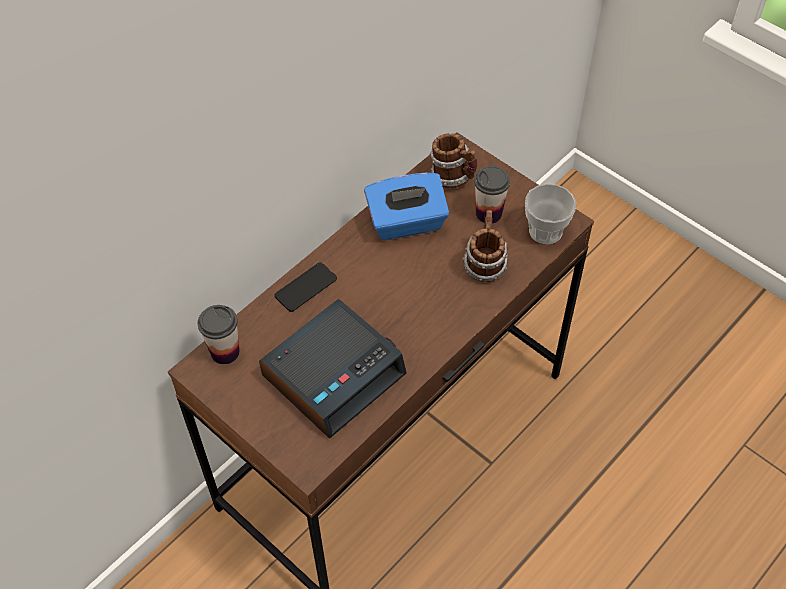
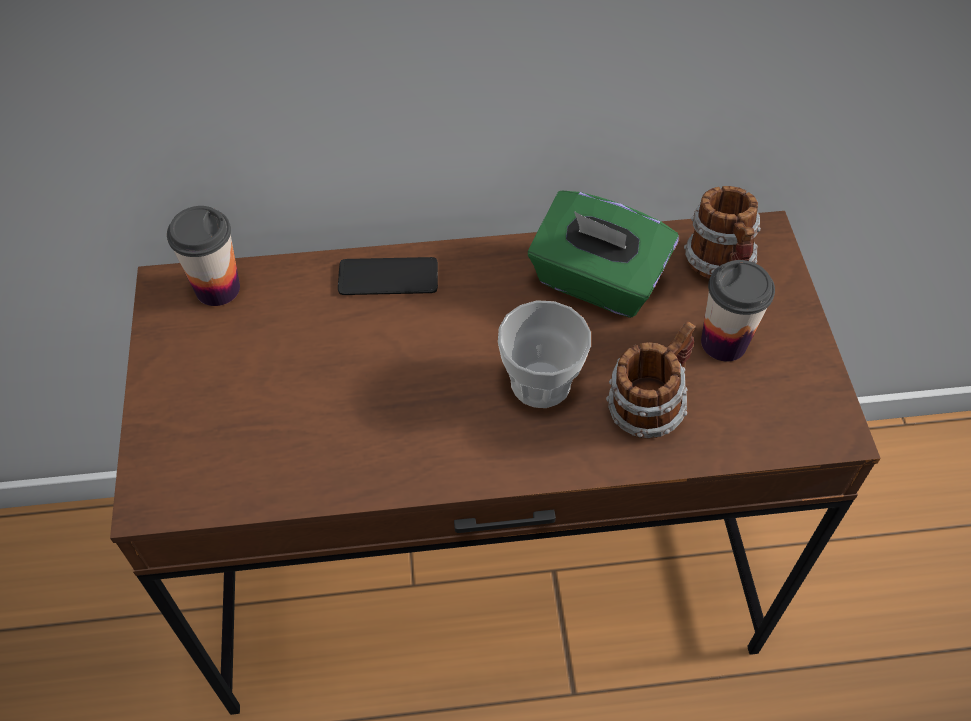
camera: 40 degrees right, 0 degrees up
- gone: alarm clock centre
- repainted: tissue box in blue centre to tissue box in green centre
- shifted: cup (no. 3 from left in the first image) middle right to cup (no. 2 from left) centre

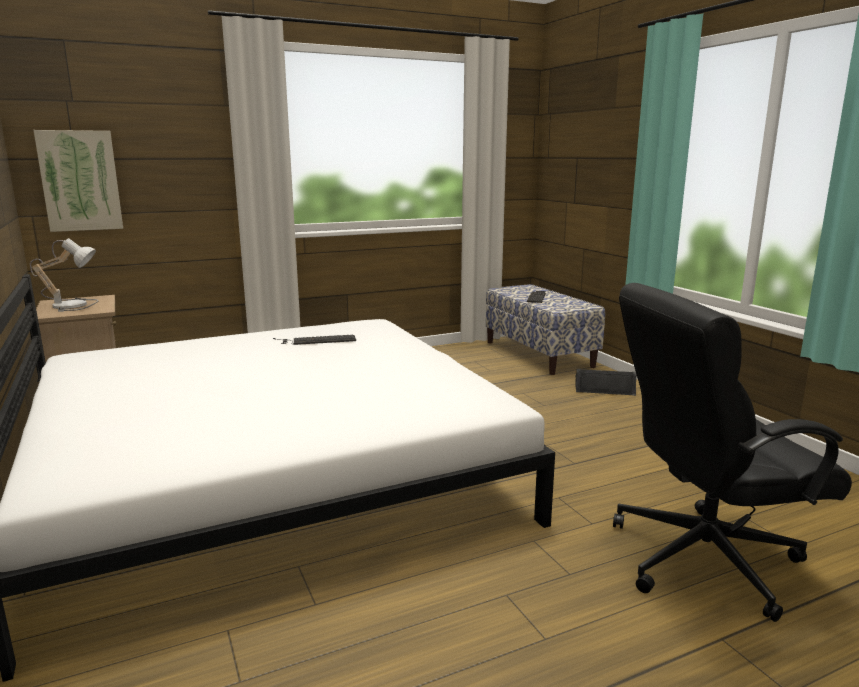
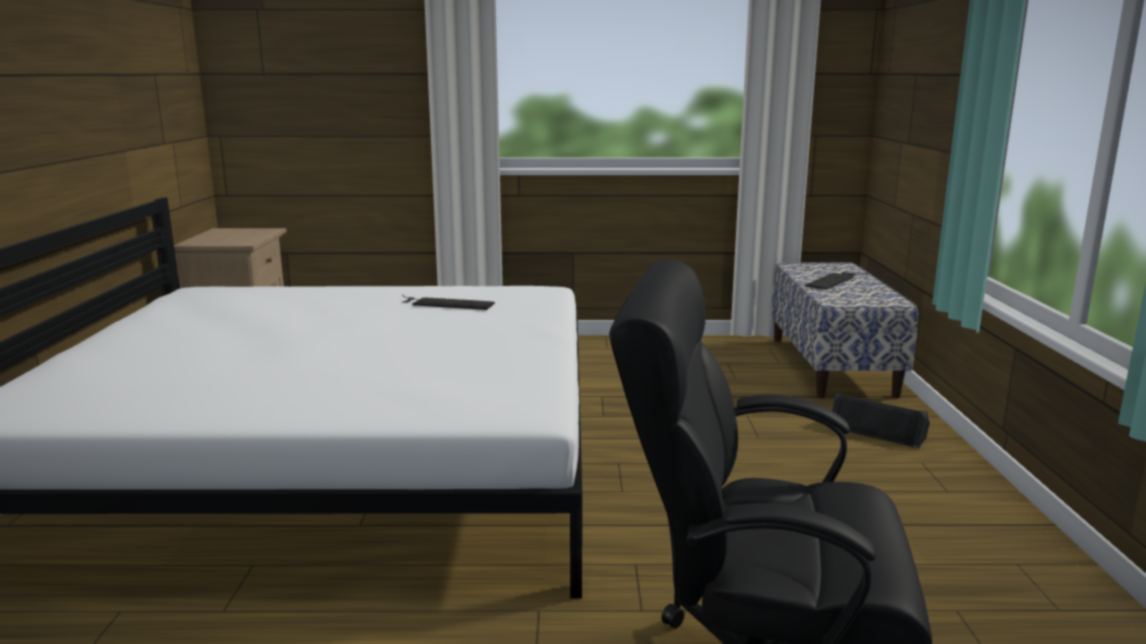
camera: 25 degrees right, 0 degrees up
- gone: table lamp middle left
- gone: picture top left

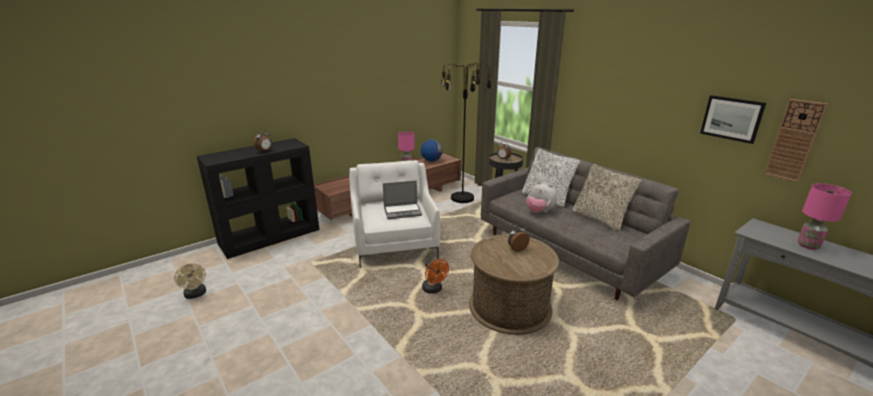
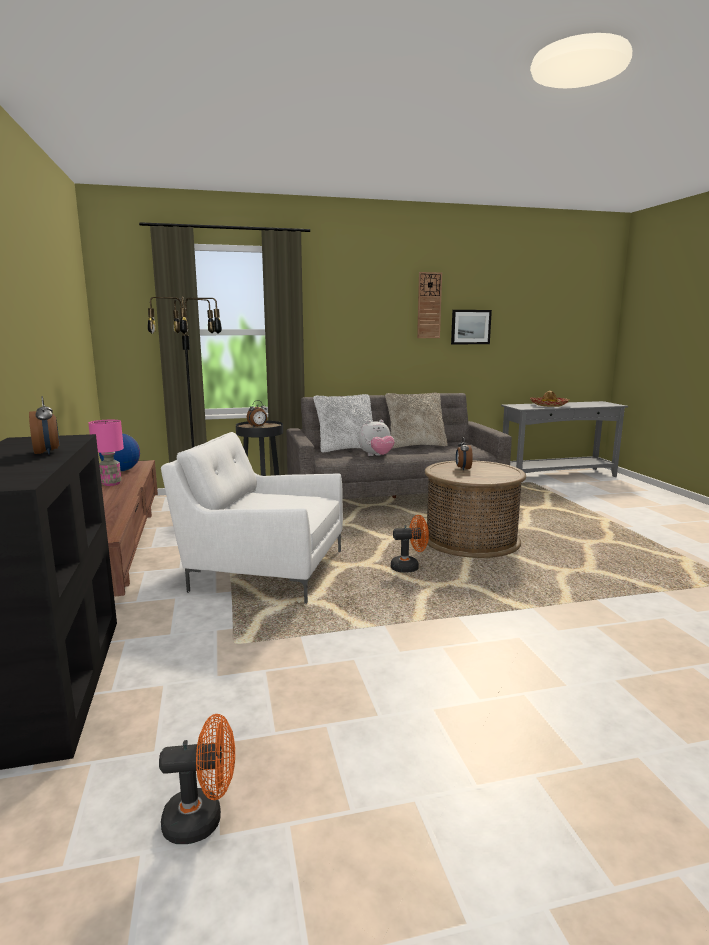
camera: 65 degrees left, 10 degrees down
- repainted: fan in beige bottom left to fan in orange (no. 1 from left) bottom left
- gone: laptop centre
- shifted: wall clock middle right to top centre
- swapped: table lamp in pink (no. 2 from left) middle right to hat middle right

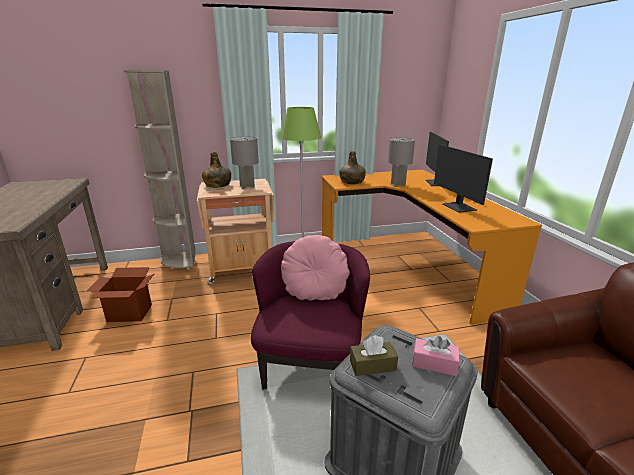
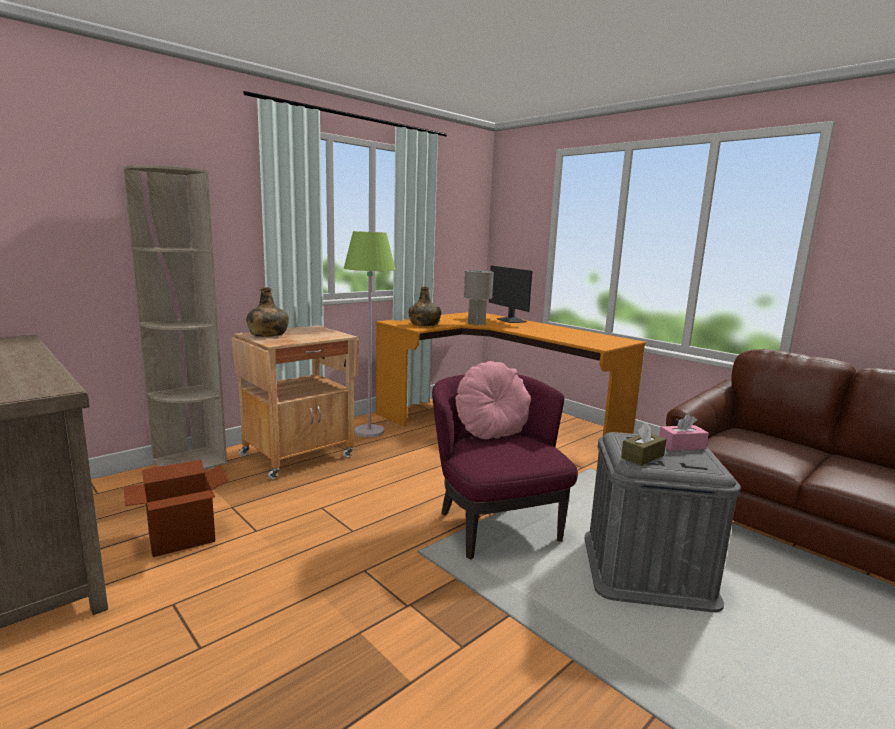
camera: 30 degrees left, 10 degrees down
- gone: table lamp in grey (no. 1 from left) centre
- gone: monitor (no. 2 from left) middle right

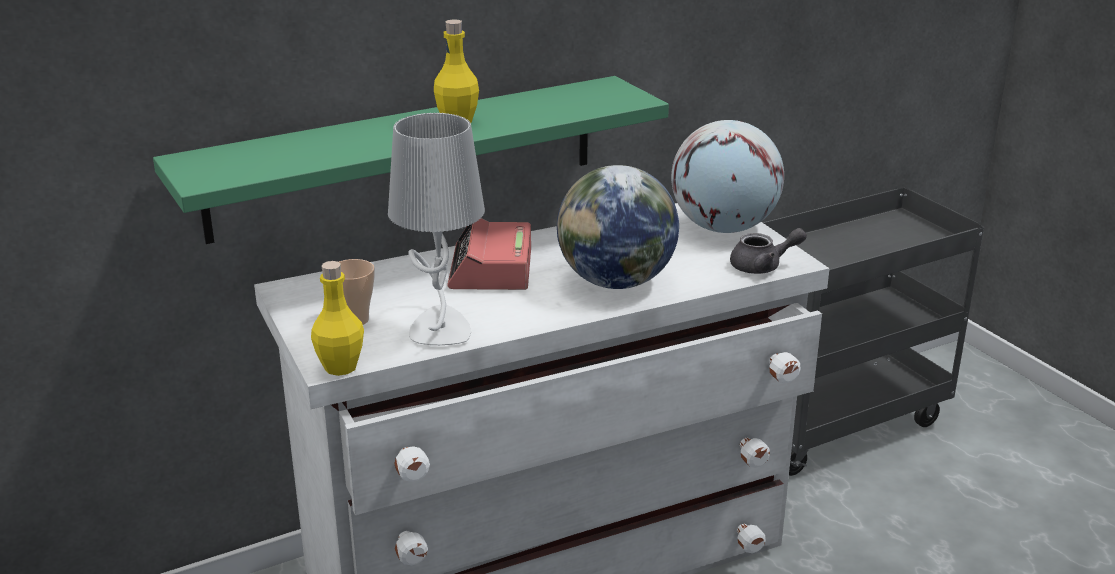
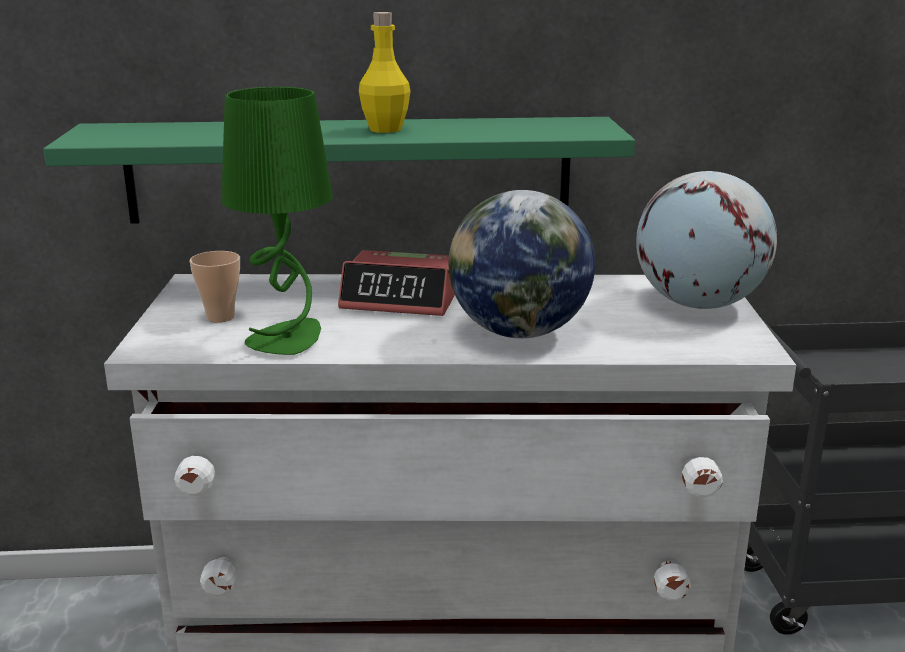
camera: 25 degrees right, 5 degrees down
- gone: bottle in yellow (no. 1 from left) middle left
- repainted: table lamp in grey centre to table lamp in green middle left
- rotated: alarm clock centre = centre 105 degrees counterclockwise
- gone: teapot in grey middle right

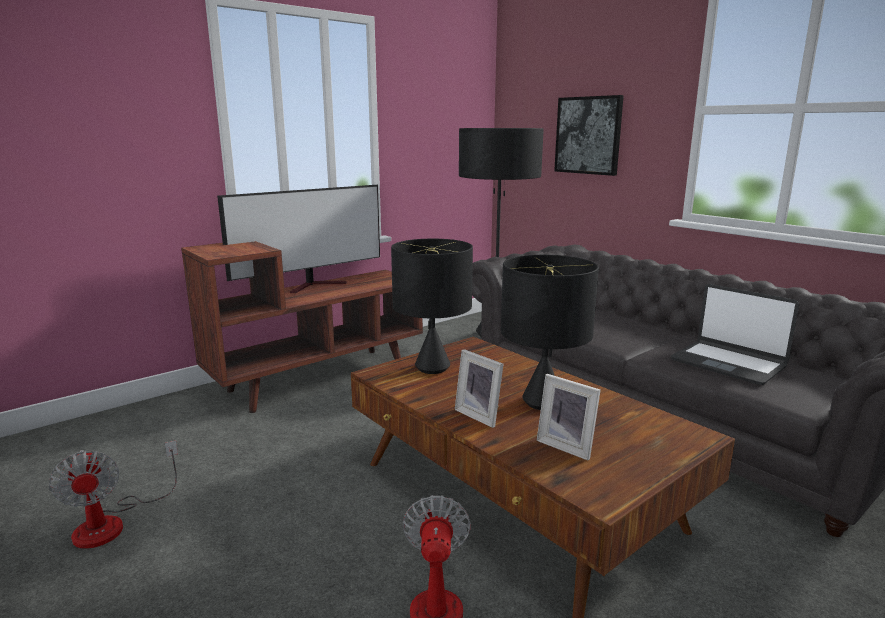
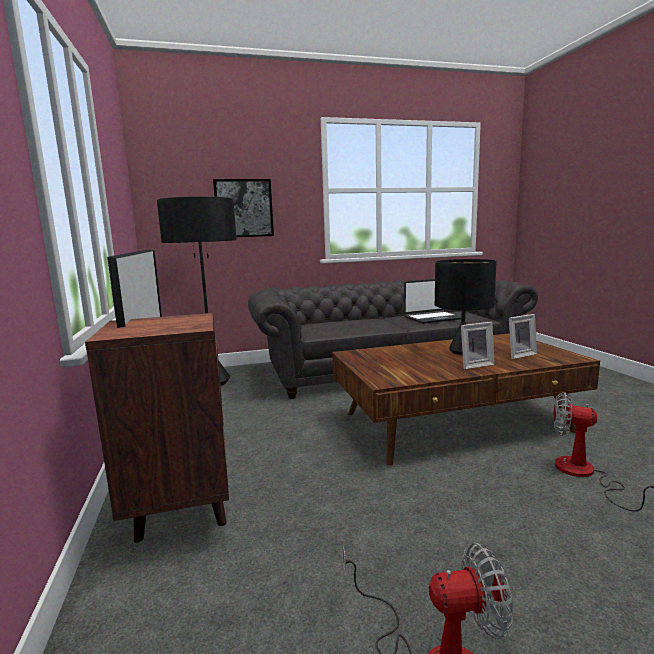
camera: 65 degrees left, 5 degrees down
- gone: table lamp in black (no. 1 from left) centre

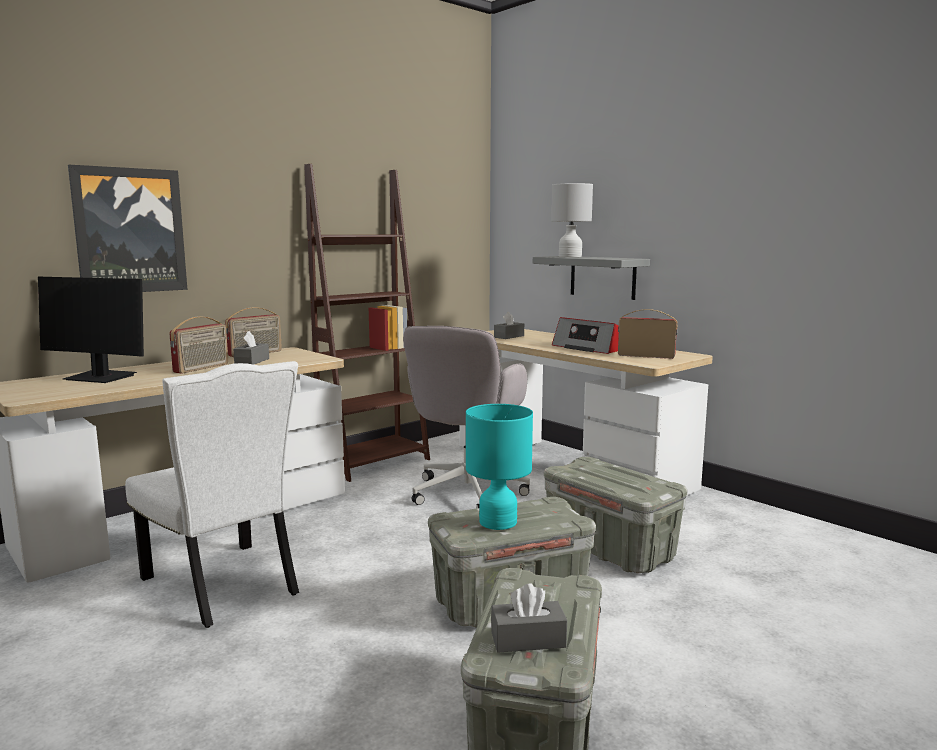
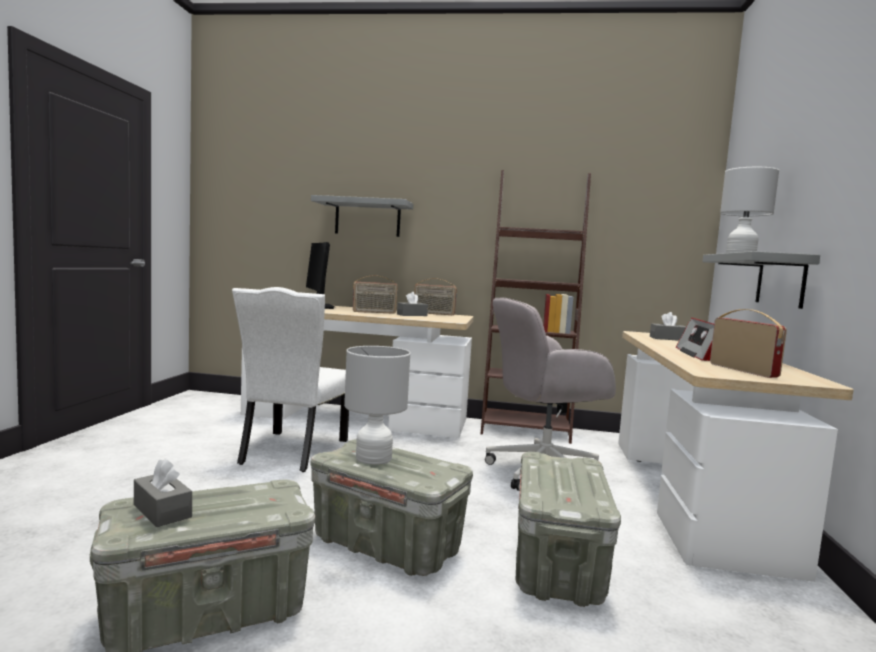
camera: 50 degrees right, 5 degrees down
- swapped: picture top left to shelf in grey (no. 1 from left) top centre
- repainted: table lamp in turquoise centre to table lamp in grey (no. 1 from left) centre

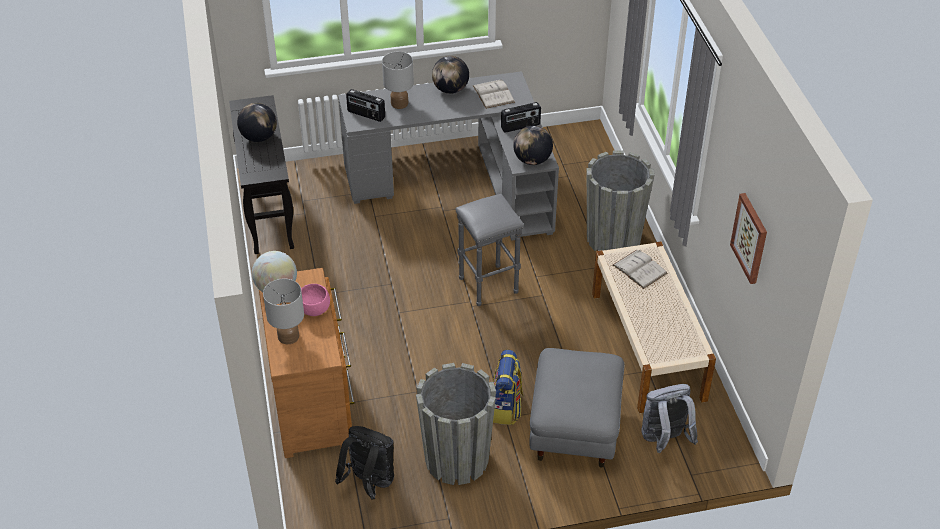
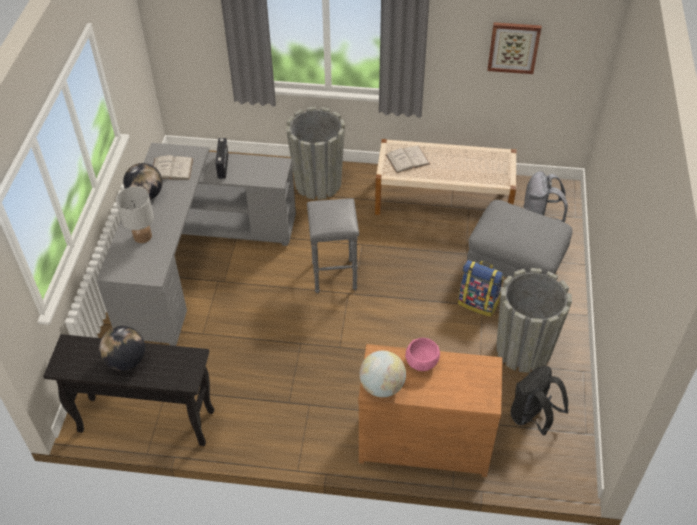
camera: 70 degrees left, 5 degrees up
- gone: table lamp in grey (no. 1 from left) middle left
- gone: radio (no. 1 from left) top centre
- gone: globe (no. 4 from left) top centre

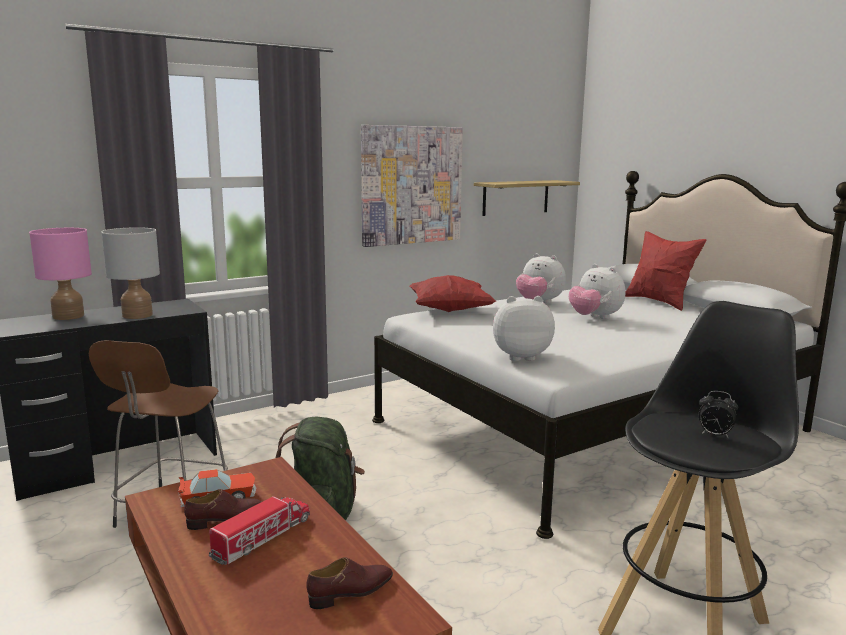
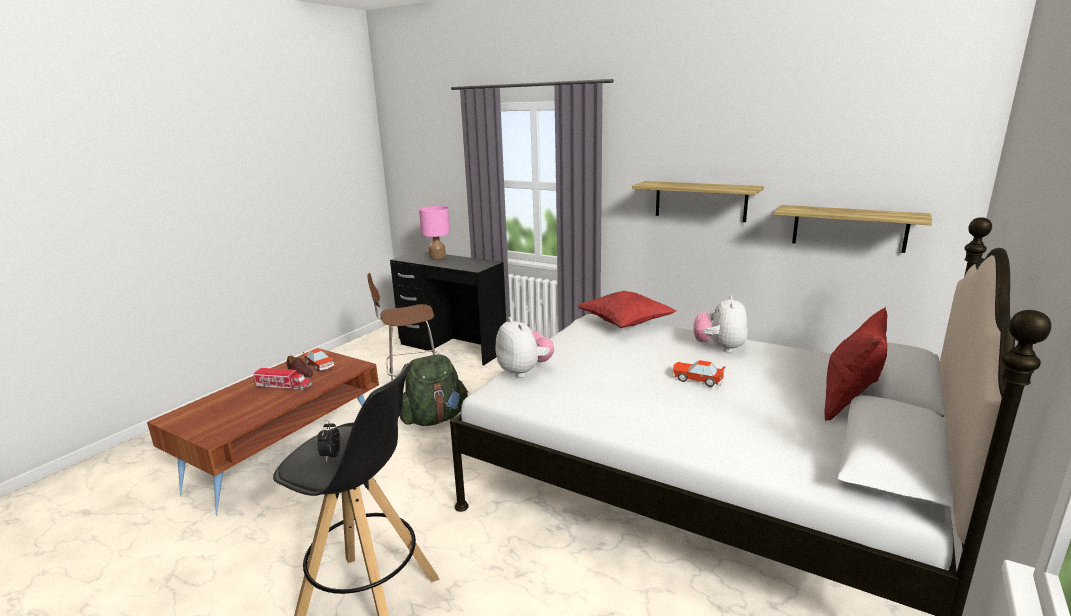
camera: 65 degrees right, 5 degrees up
- gone: table lamp in grey middle left
- gone: shoe in brown (no. 2 from left) bottom centre
- swapped: picture top centre to shelf (no. 1 from left) top centre
- swapped: plush toy (no. 3 from left) middle right to toy car (no. 2 from left) centre

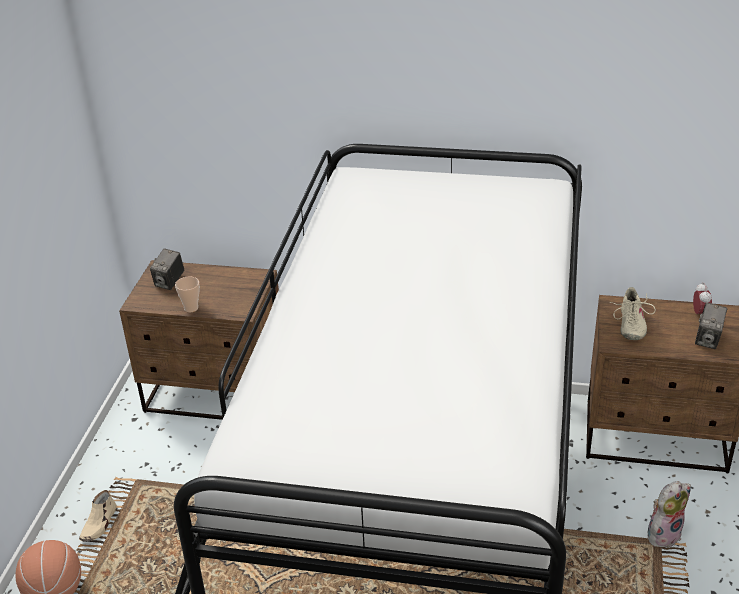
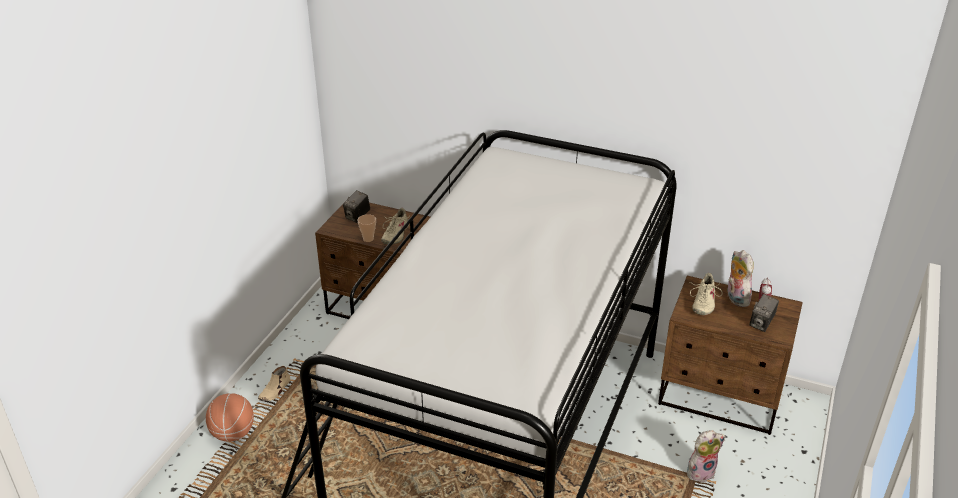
camera: 10 degrees right, 0 degrees up
- new: shoe in beige (no. 2 from left) centre
- new: plush toy (no. 2 from left) middle right

